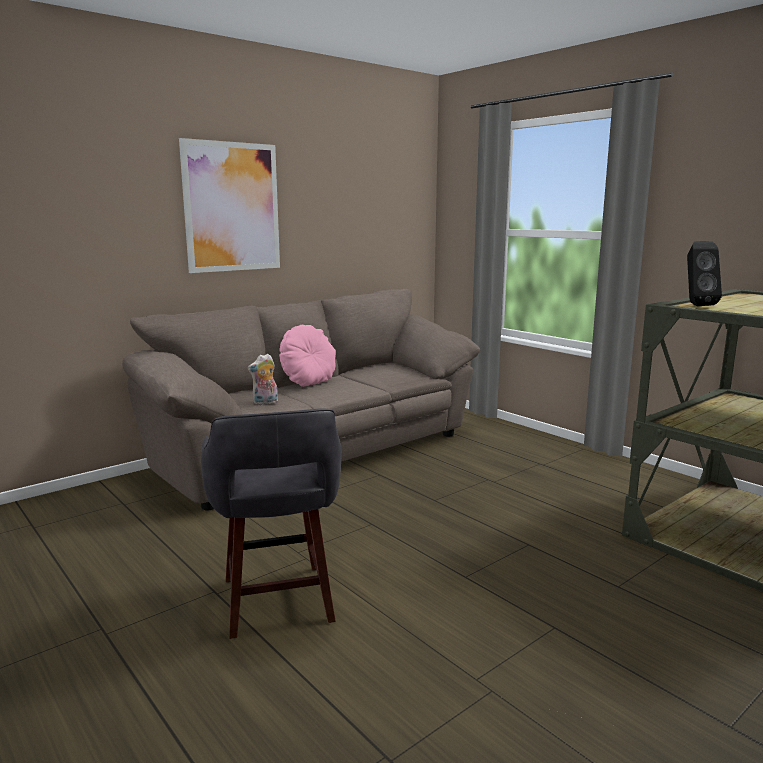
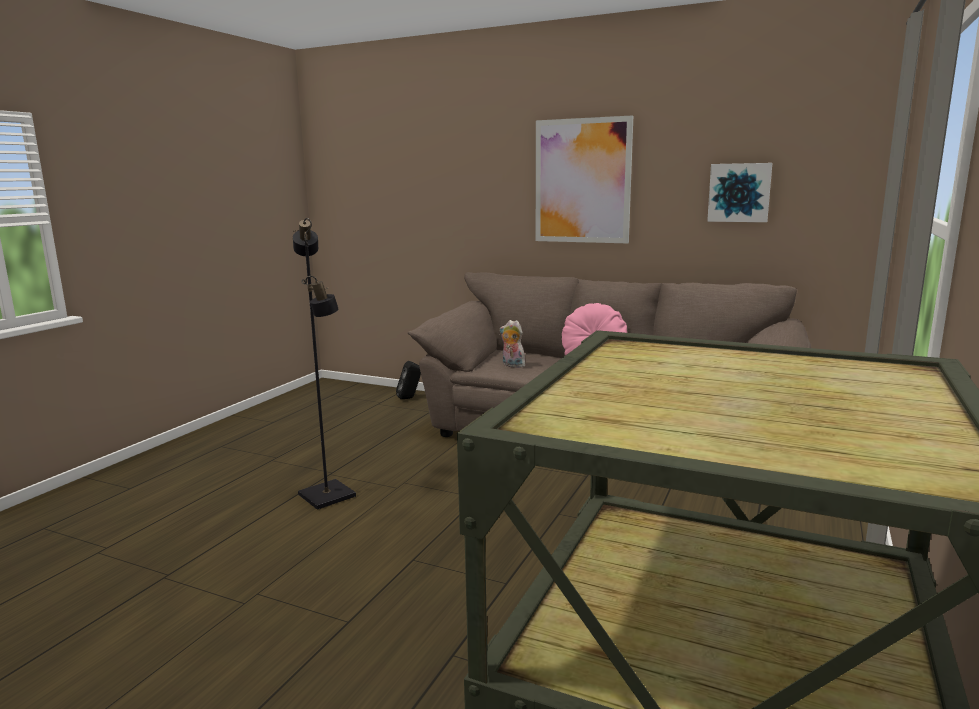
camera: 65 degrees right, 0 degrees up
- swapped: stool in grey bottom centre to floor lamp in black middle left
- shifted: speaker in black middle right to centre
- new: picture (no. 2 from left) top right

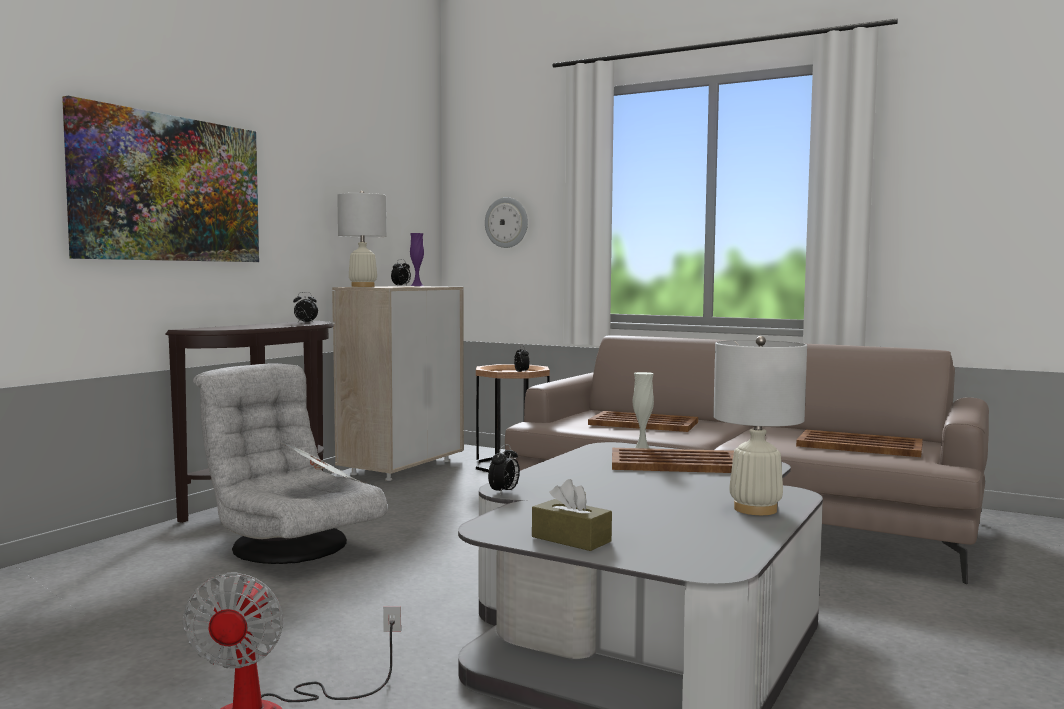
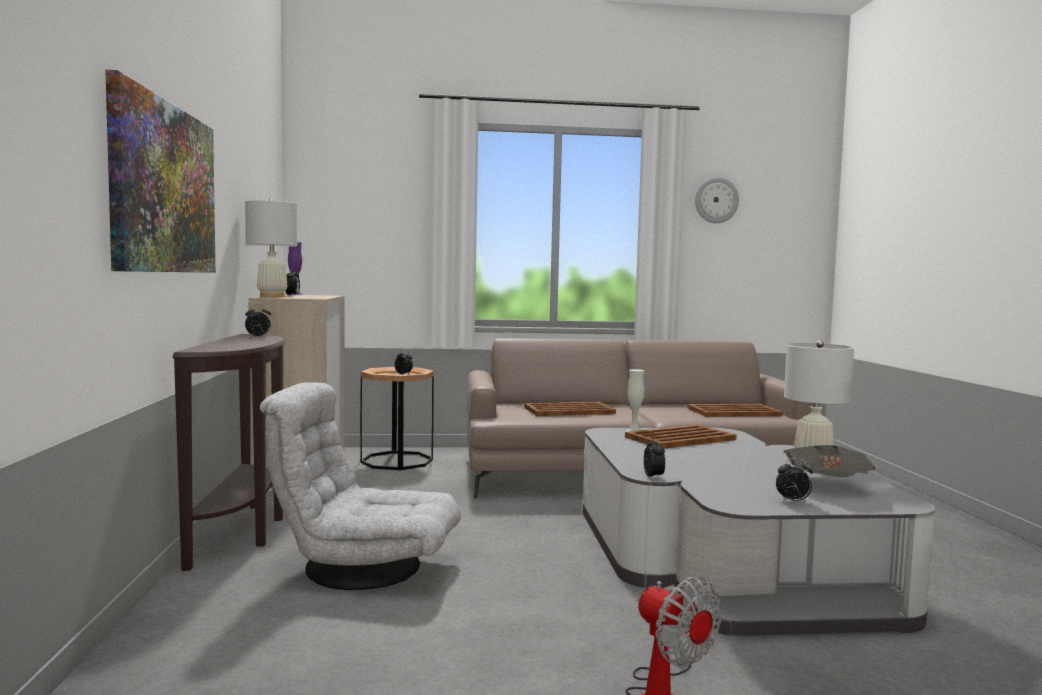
camera: 35 degrees left, 0 degrees up
- shifted: newspaper middle left to middle right
- shifted: wall clock top centre to top right
- swapped: tissue box in brown bottom centre to alarm clock (no. 5 from left) bottom right

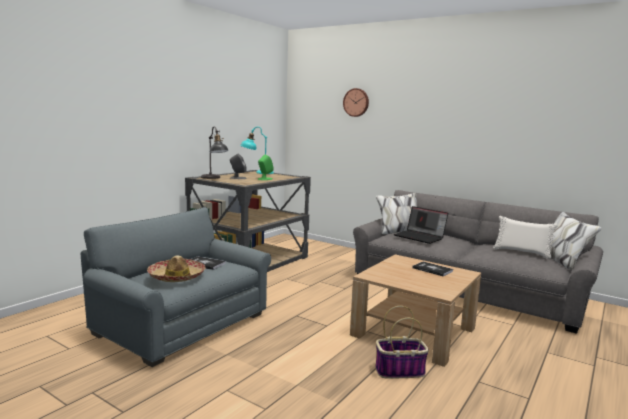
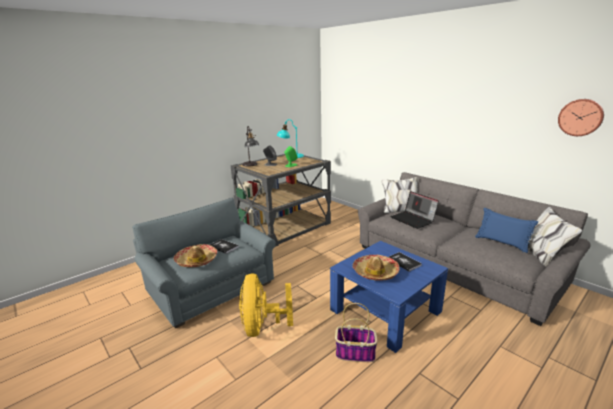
camera: 15 degrees right, 10 degrees up
- shifted: wall clock top centre to top right
- repainted: coffee table in brown bottom centre to coffee table in blue bottom centre
- repainted: pillow in white middle right to pillow in blue middle right
- new: fan in yellow bottom centre
- new: hat (no. 2 from left) centre

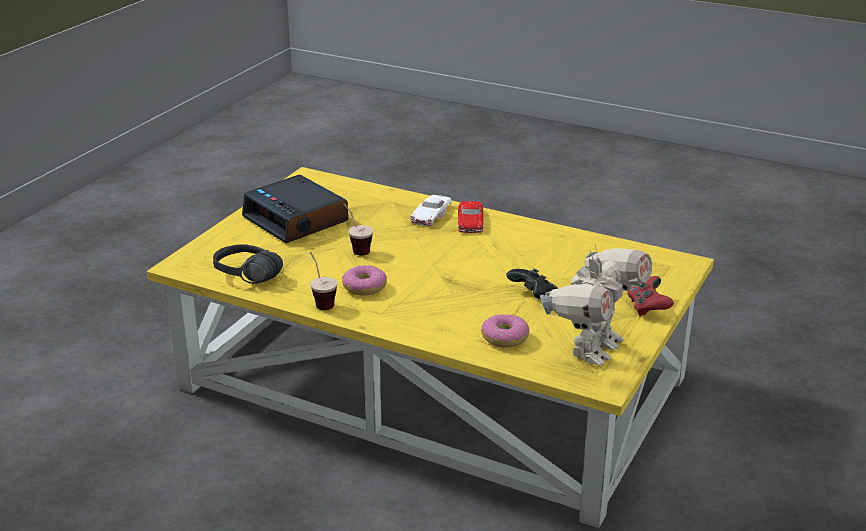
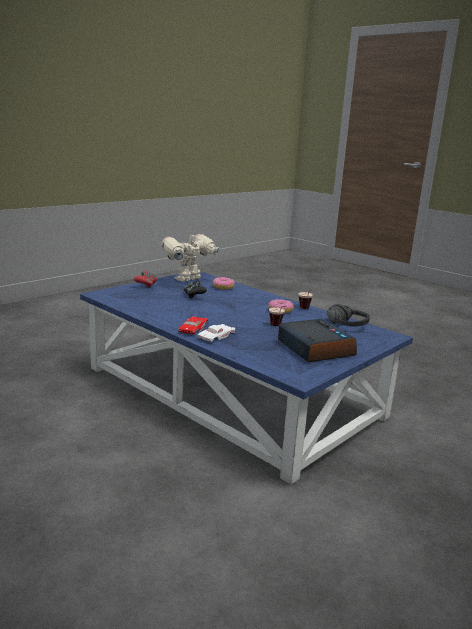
camera: 165 degrees left, 10 degrees down
- repainted: coffee table in yellow centre to coffee table in blue centre

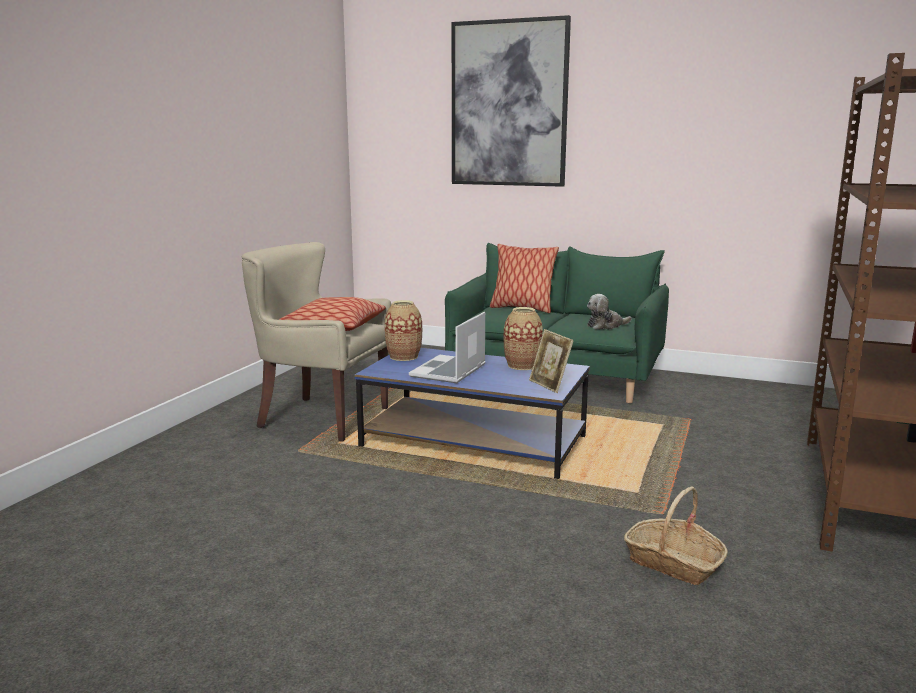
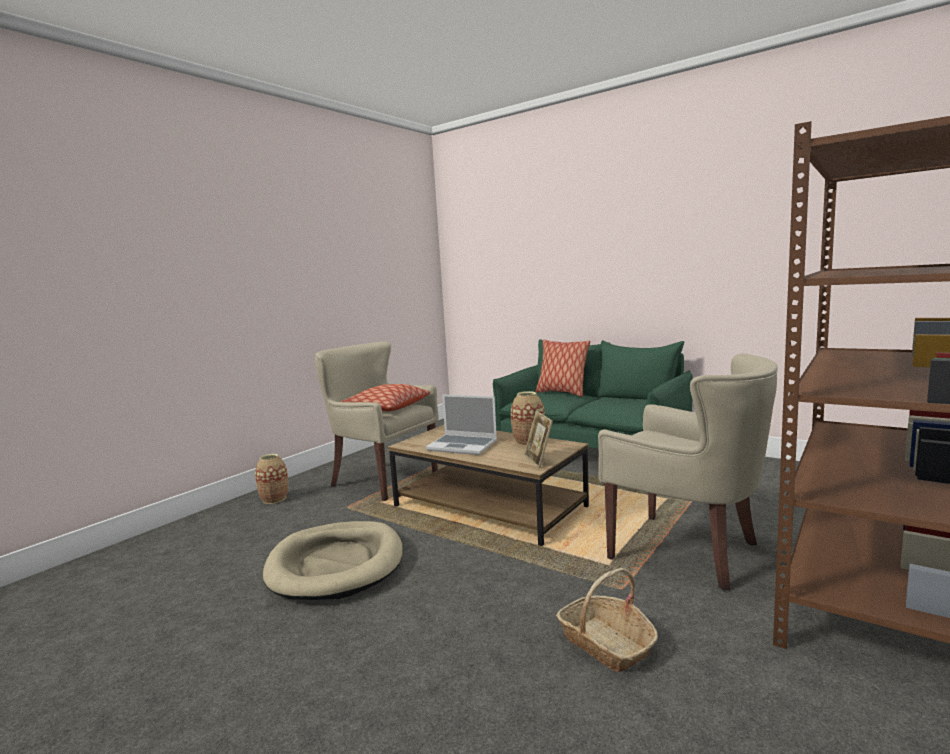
camera: 15 degrees right, 5 degrees down
- repainted: coffee table in blue centre to coffee table in brown centre
- shifted: vase (no. 1 from left) centre to middle left
- rotated: laptop centre = centre 105 degrees counterclockwise
- gone: picture top centre
- gone: plush toy centre
- new: dog bed in beige bottom centre
- new: armchair in beige (no. 2 from left) middle right

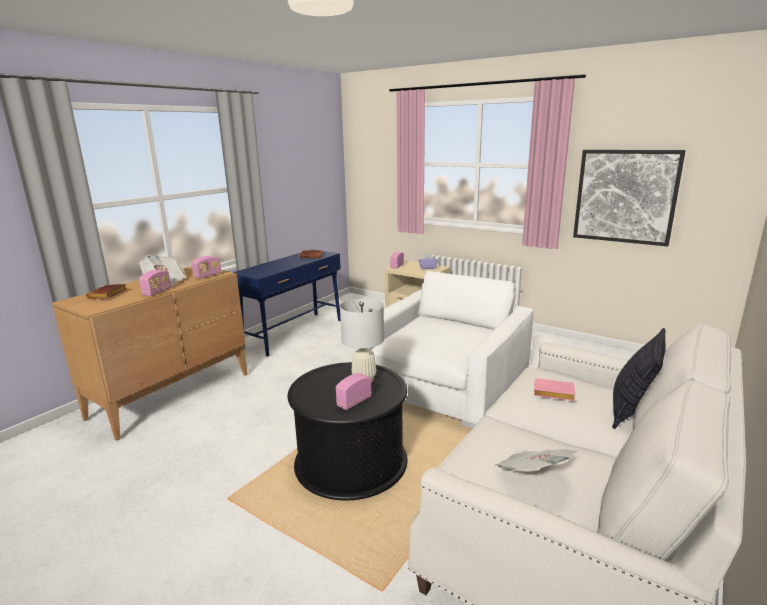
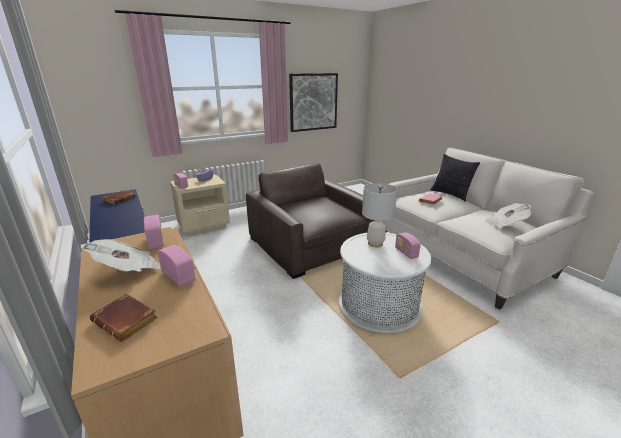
camera: 65 degrees left, 5 degrees up
- repainted: coffee table in black bottom centre to coffee table in white centre
- repainted: armchair in white centre to armchair in brown centre

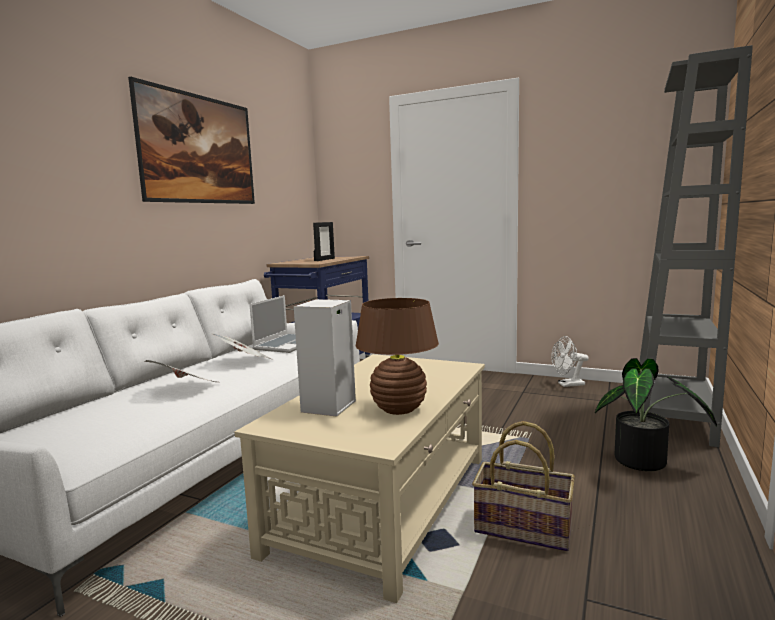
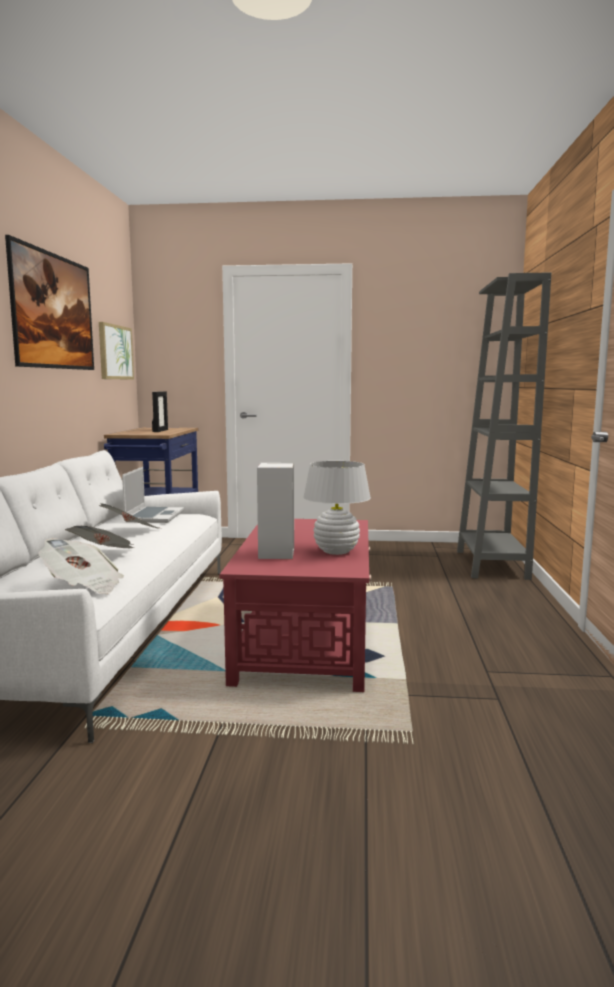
camera: 20 degrees left, 0 degrees up
- repainted: coffee table in beige bottom centre to coffee table in red centre
- repainted: table lamp in brown centre to table lamp in white centre
- gone: basket bottom right
- gone: fan in white middle right
- gone: potted plant bottom right
- new: newspaper (no. 1 from left) middle left
- new: picture (no. 2 from left) middle left

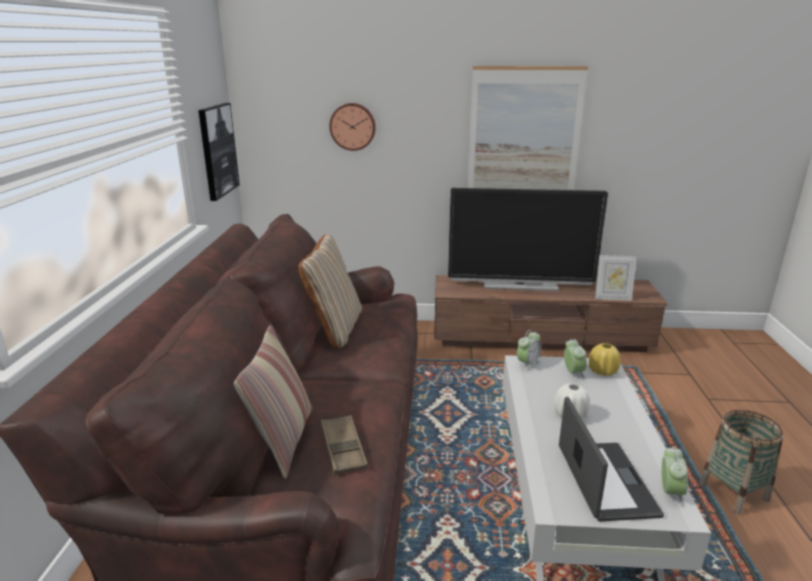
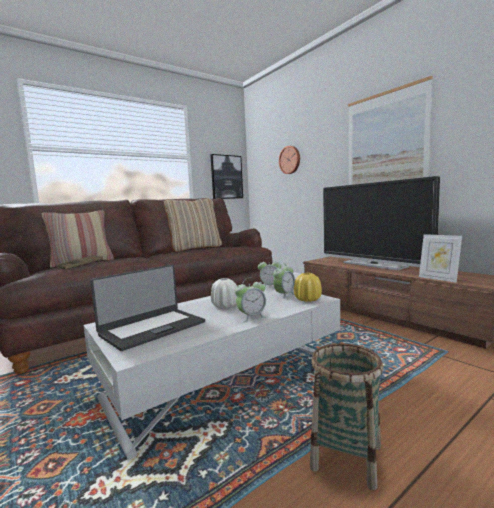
camera: 50 degrees right, 15 degrees down
- shifted: alarm clock (no. 3 from left in the first image) bottom right to alarm clock (no. 1 from left) centre

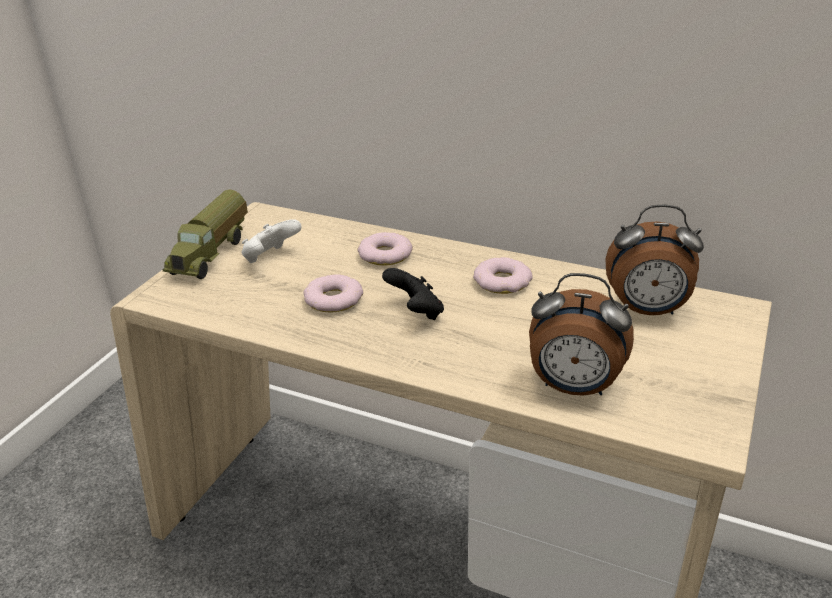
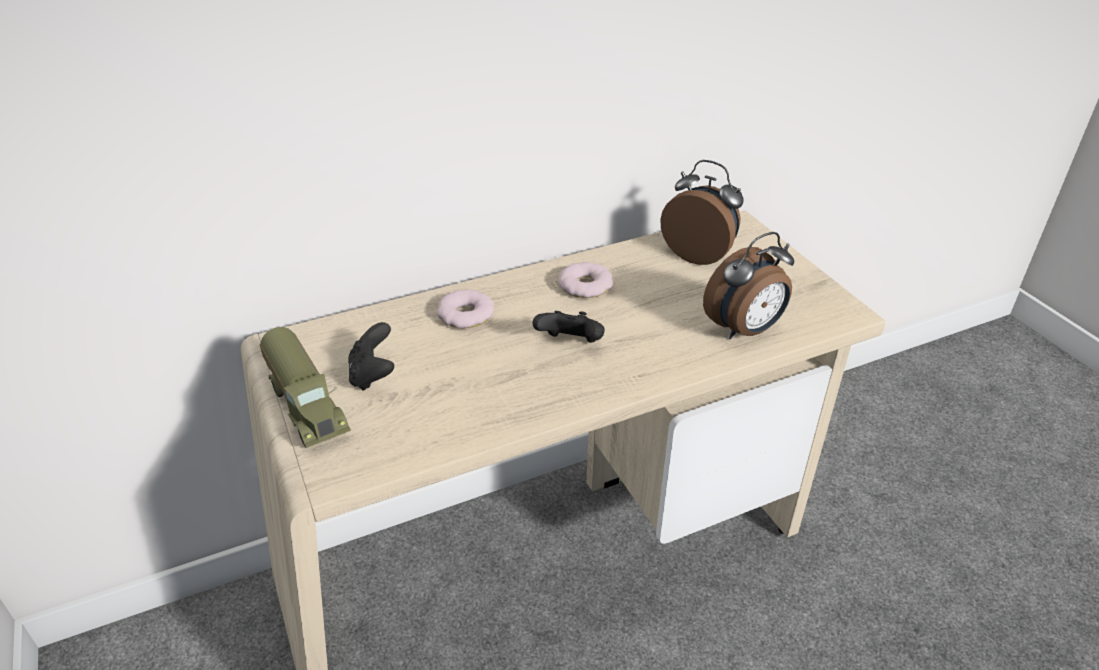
camera: 50 degrees left, 5 degrees up
- repainted: game controller in white middle left to game controller in black (no. 1 from left) centre
- gone: donut (no. 1 from left) centre
- rotated: alarm clock (no. 2 from left in the first image) middle right = top centre 105 degrees counterclockwise

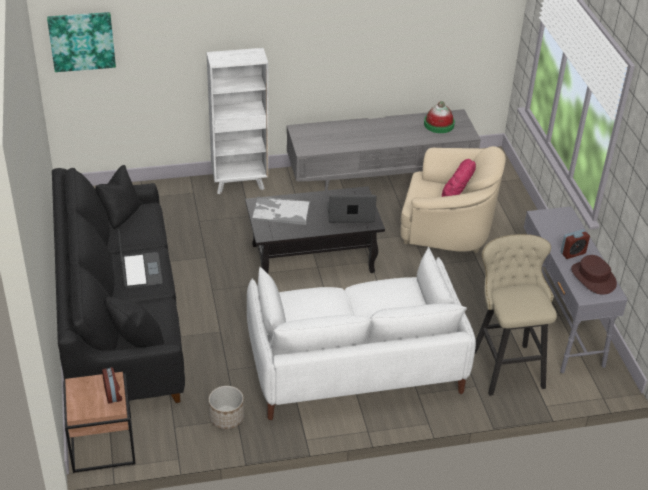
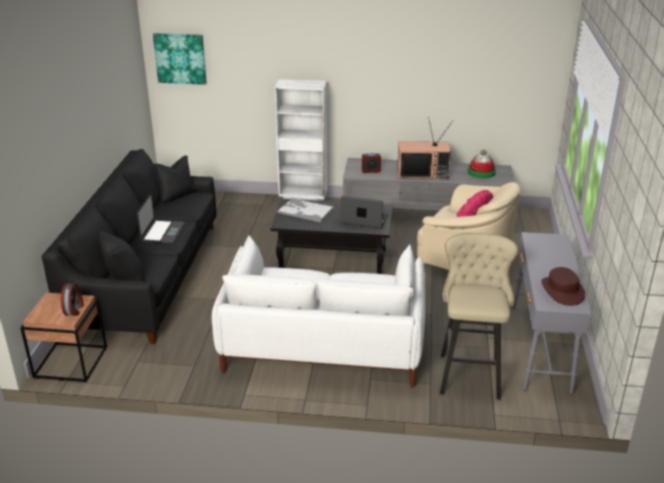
camera: 20 degrees right, 10 degrees down
- gone: planter bottom centre
- shifted: alarm clock (no. 2 from left) middle right to centre
- new: television top centre

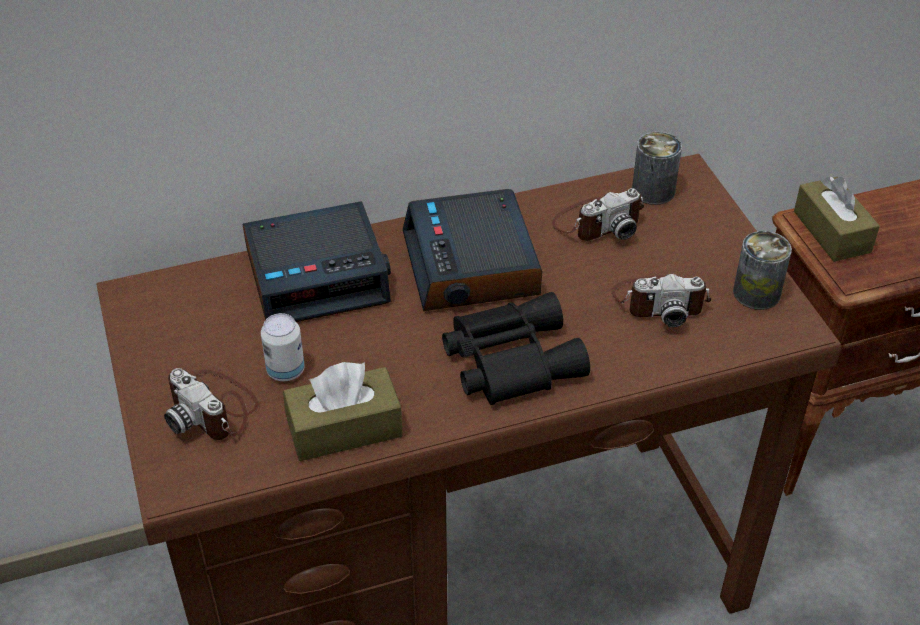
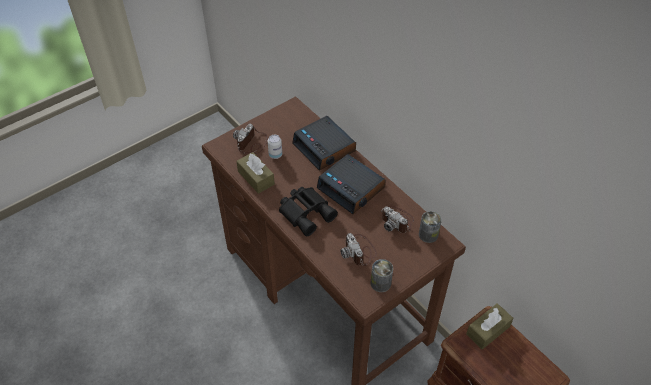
camera: 70 degrees right, 5 degrees up
- rotated: alarm clock (no. 2 from left) centre = centre 105 degrees counterclockwise

